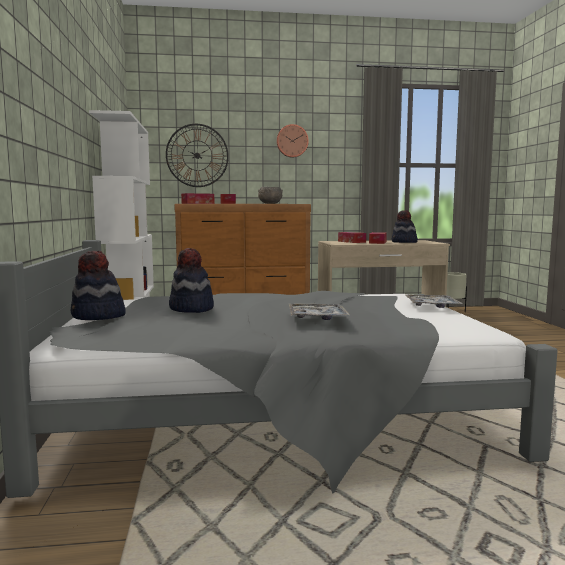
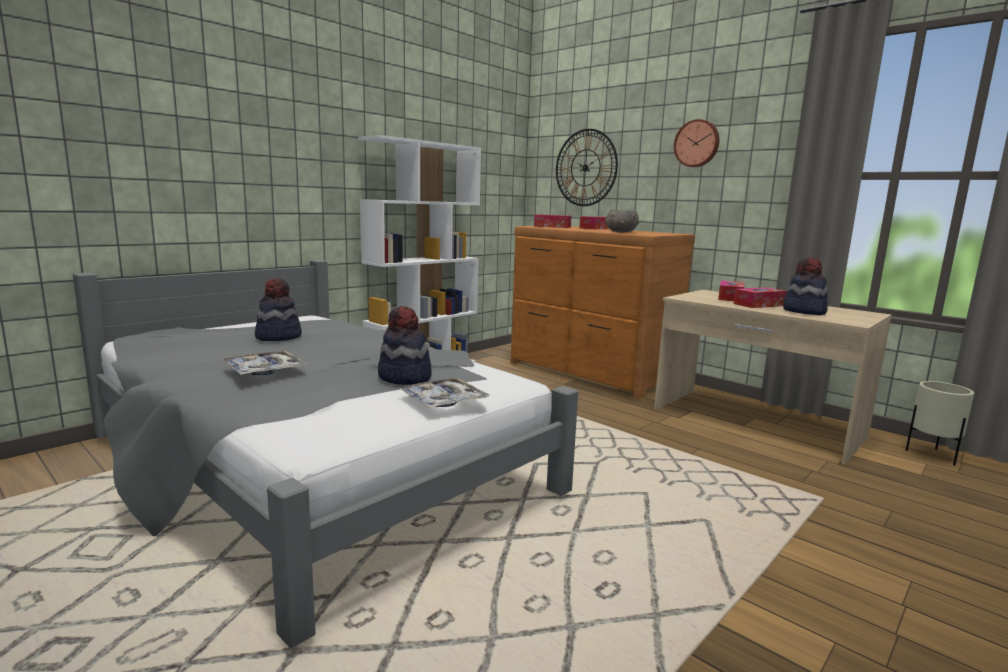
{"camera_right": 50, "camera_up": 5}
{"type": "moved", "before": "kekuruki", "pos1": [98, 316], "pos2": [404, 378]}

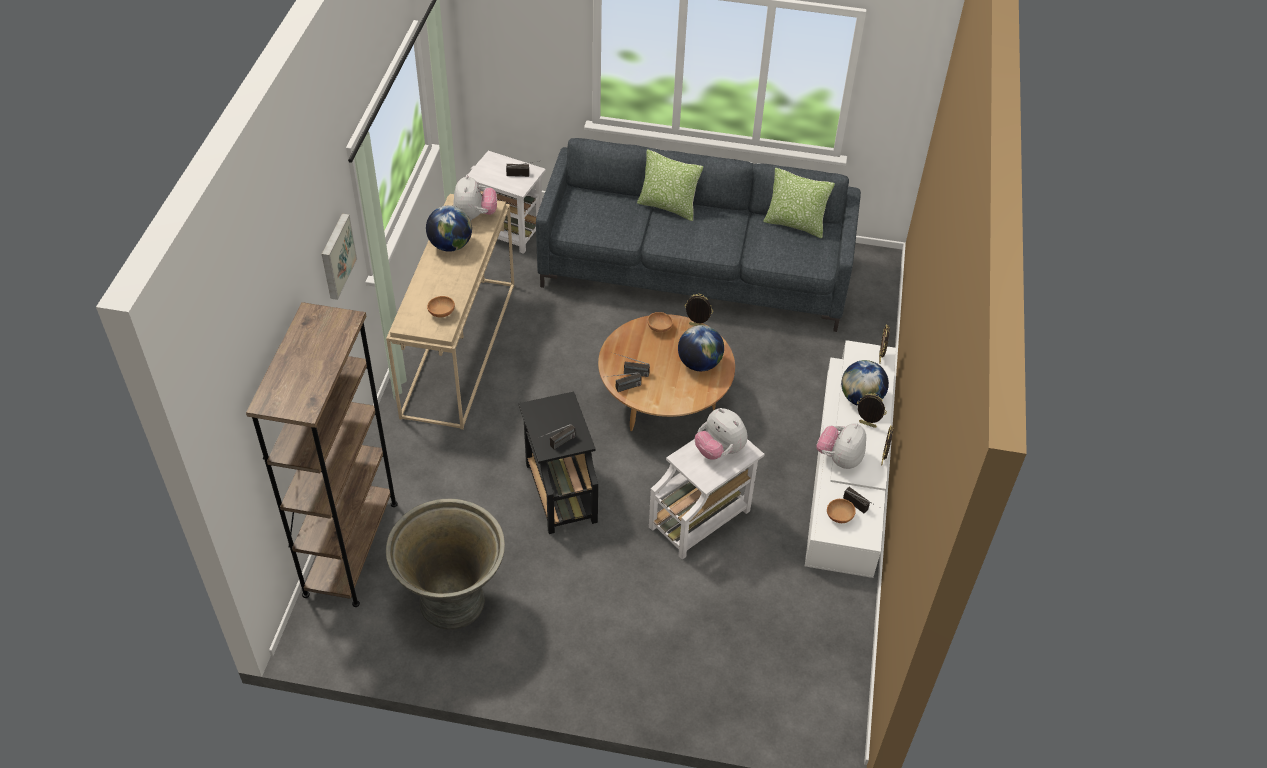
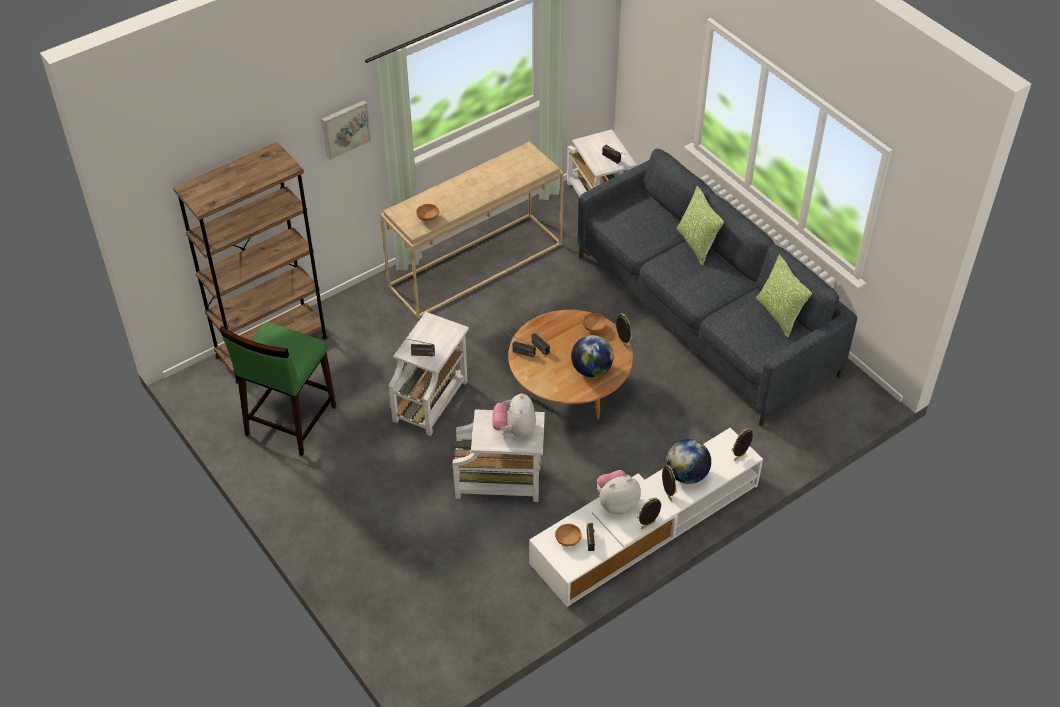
{"camera_right": 45, "camera_up": 0}
{"type": "replaced", "before": "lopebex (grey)", "after": "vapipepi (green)", "pos1": [453, 603], "pos2": [289, 421]}
{"type": "removed", "before": "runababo", "pos1": [450, 245]}
{"type": "removed", "before": "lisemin", "pos1": [475, 215]}
{"type": "recoloured", "before": "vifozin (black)", "after": "vifozin (white)", "pos1": [560, 490], "pos2": [431, 399]}

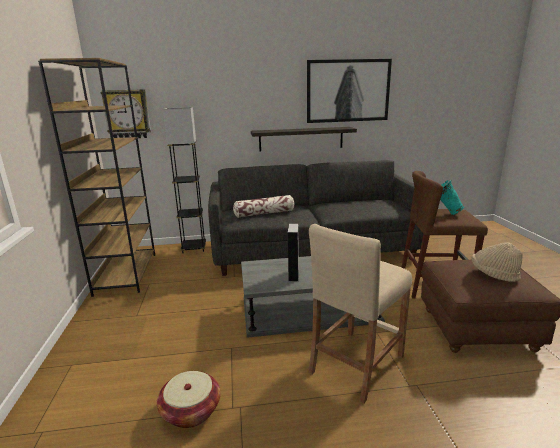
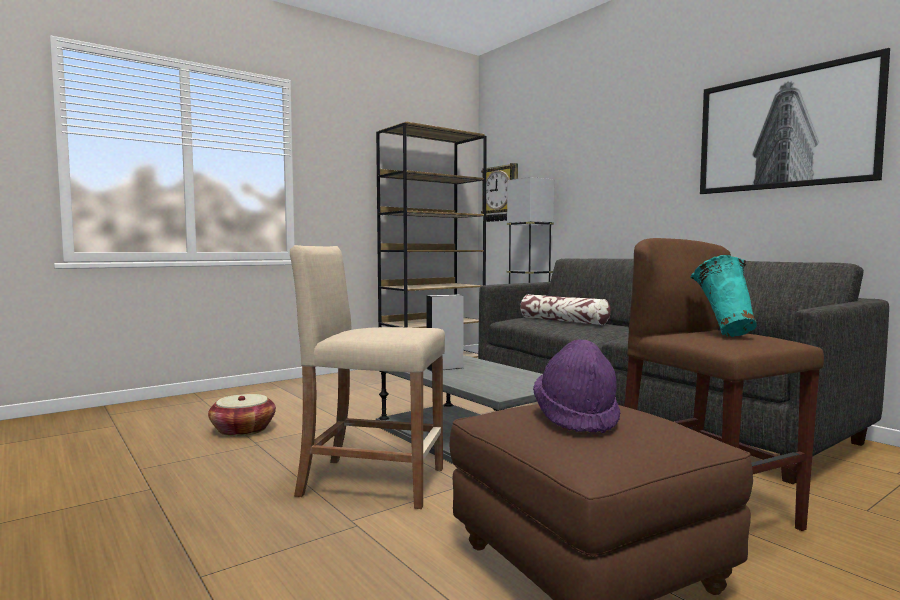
{"camera_right": 60, "camera_up": -15}
{"type": "removed", "before": "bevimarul", "pos1": [301, 139]}
{"type": "recoloured", "before": "kekuruki (beige)", "after": "kekuruki (purple)", "pos1": [493, 275], "pos2": [576, 418]}

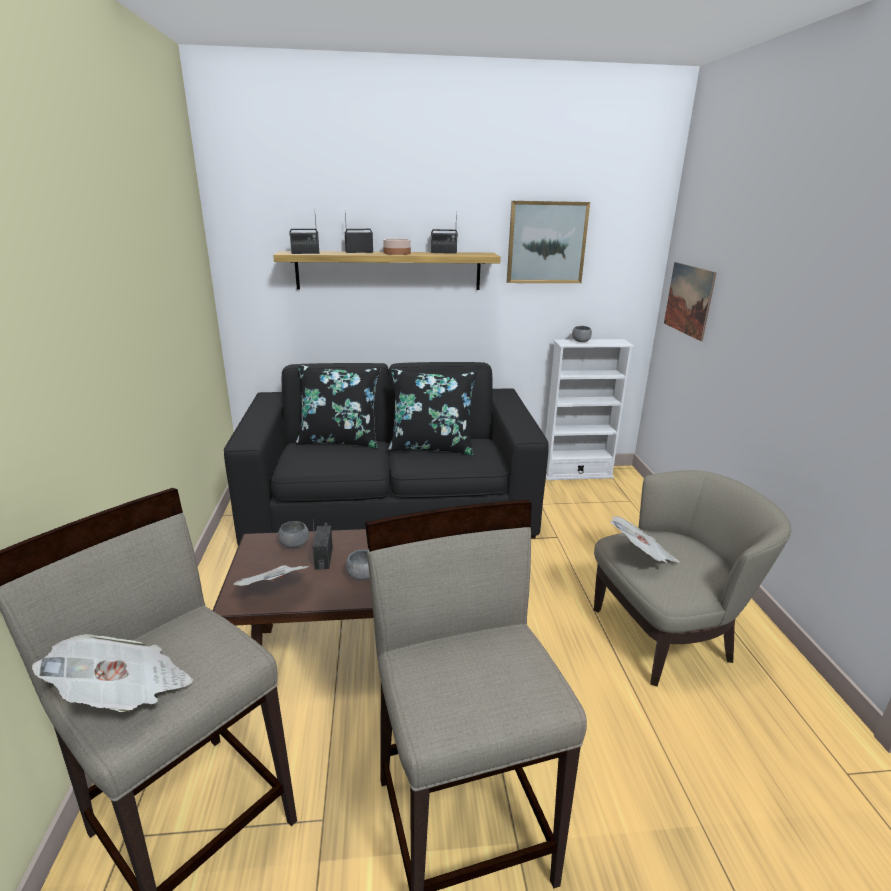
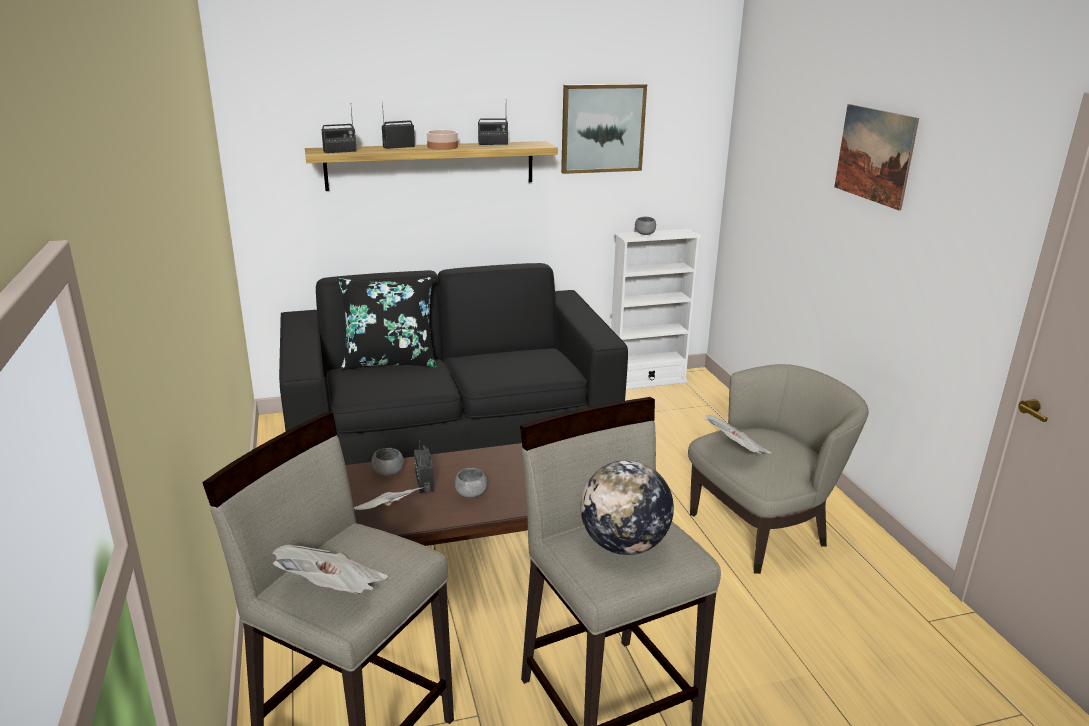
{"camera_right": -10, "camera_up": 0}
{"type": "removed", "before": "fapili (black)", "pos1": [431, 447]}
{"type": "moved", "before": "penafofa", "pos1": [688, 300], "pos2": [874, 155]}
{"type": "added", "after": "runababo", "pos2": [624, 545]}

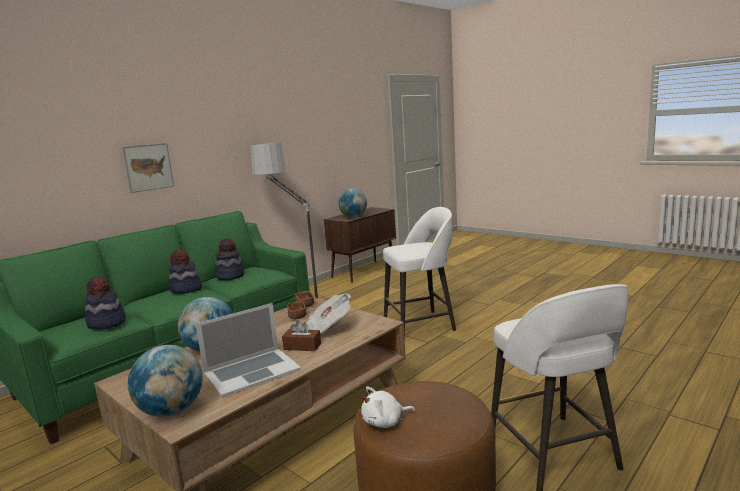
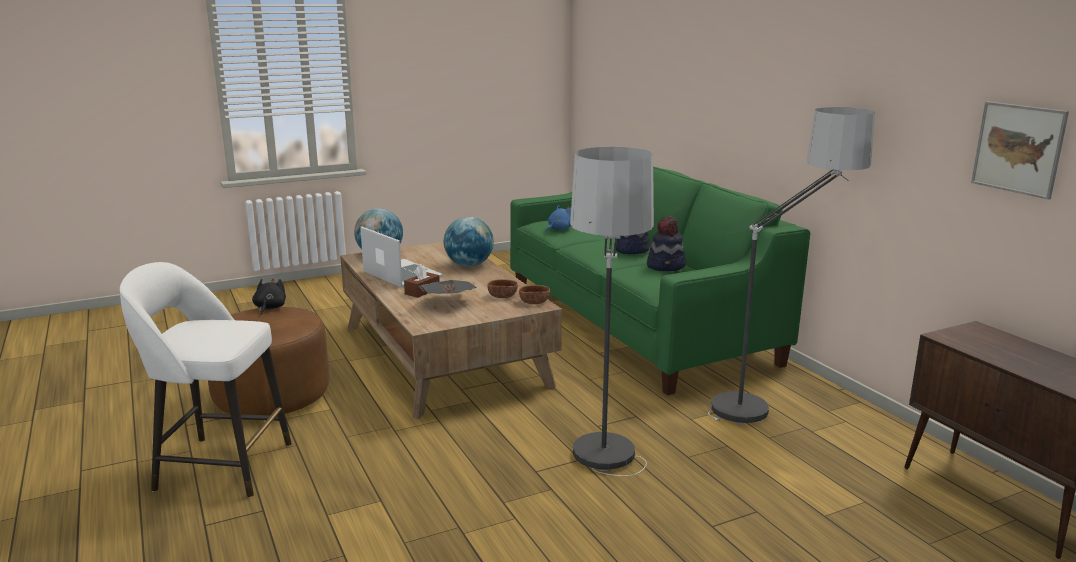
{"camera_right": 110, "camera_up": 5}
{"type": "replaced", "before": "kekuruki", "after": "lisemin (blue)", "pos1": [106, 323], "pos2": [559, 229]}
{"type": "moved", "before": "penafofa", "pos1": [148, 167], "pos2": [1018, 149]}
{"type": "turned", "before": "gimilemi", "pos1": [251, 372], "pos2": [401, 274], "turn": 150}
{"type": "removed", "before": "runababo", "pos1": [353, 217]}
{"type": "recoloured", "before": "lisemin (white)", "after": "lisemin (black)", "pos1": [385, 422], "pos2": [269, 308]}
{"type": "replaced", "before": "vapipepi (white)", "after": "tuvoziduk", "pos1": [421, 325], "pos2": [606, 484]}

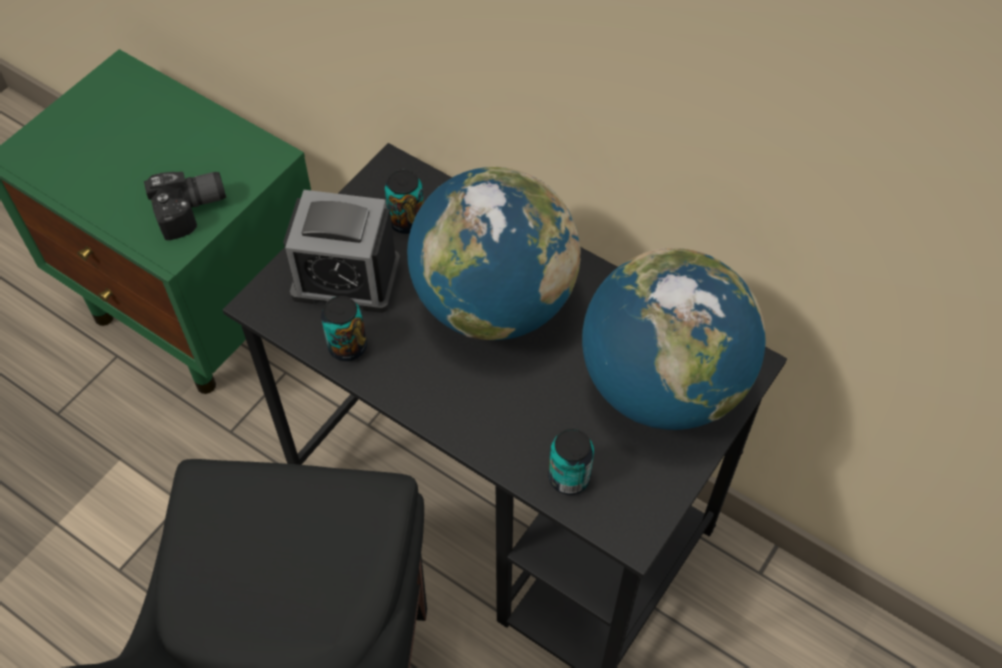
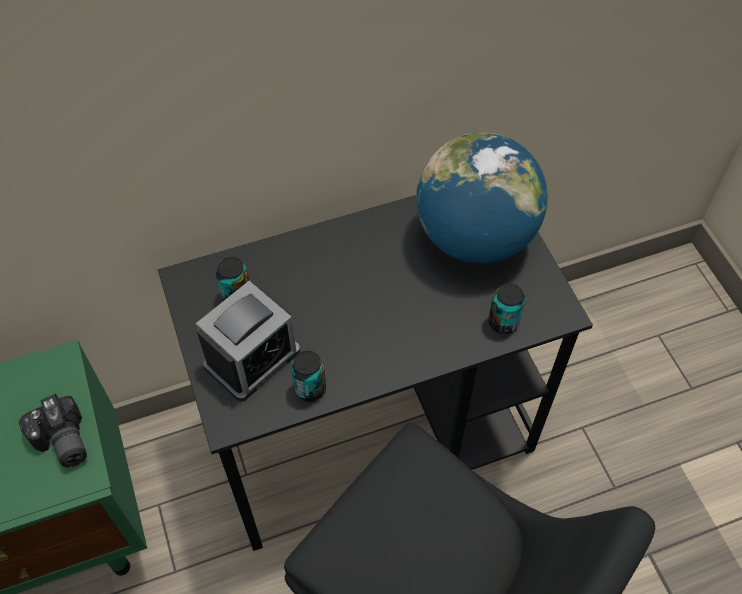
{"camera_right": -55, "camera_up": 0}
{"type": "turned", "before": "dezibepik", "pos1": [192, 211], "pos2": [61, 443], "turn": 135}
{"type": "removed", "before": "runababo", "pos1": [493, 303]}

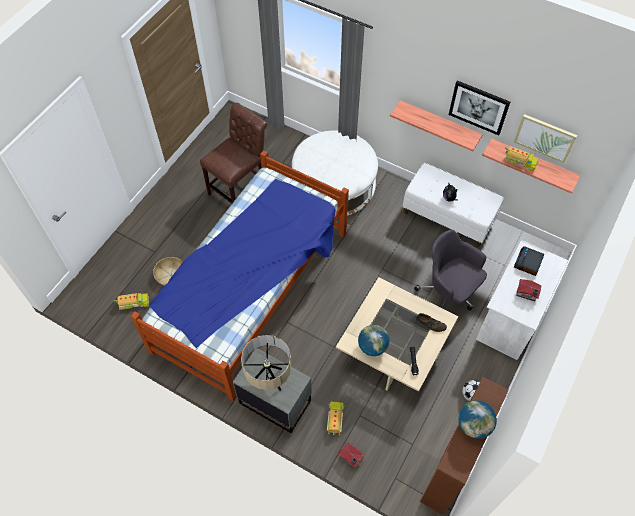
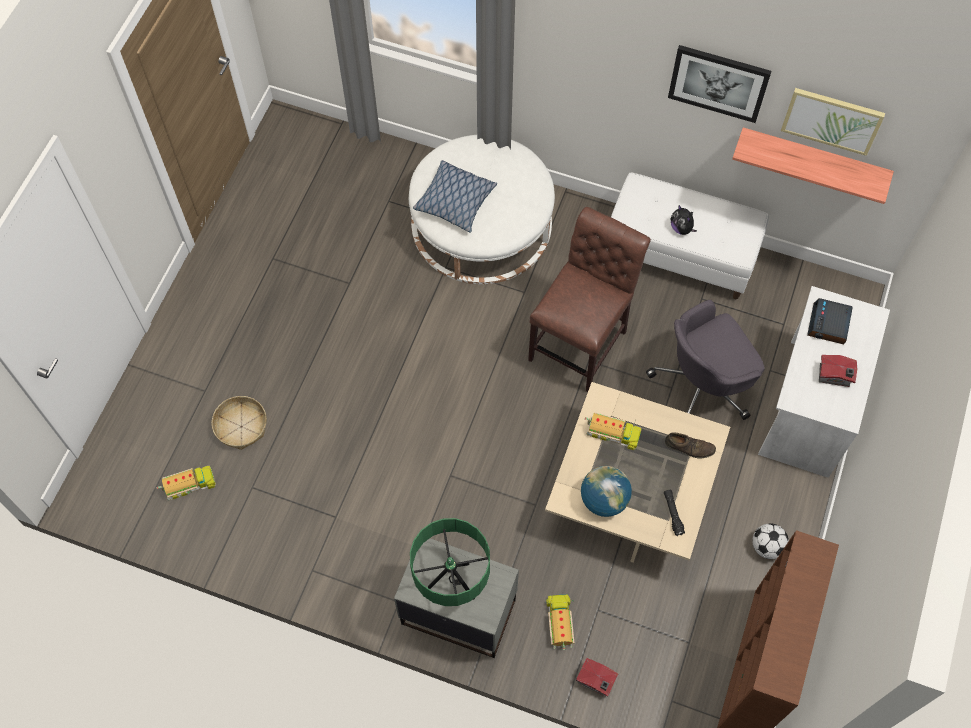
{"camera_right": -10, "camera_up": 5}
{"type": "removed", "before": "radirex", "pos1": [253, 290]}
{"type": "moved", "before": "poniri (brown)", "pos1": [240, 189], "pos2": [581, 341]}
{"type": "recoloured", "before": "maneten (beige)", "after": "maneten (green)", "pos1": [269, 379], "pos2": [451, 583]}
{"type": "removed", "before": "bevimarul", "pos1": [439, 124]}
{"type": "turned", "before": "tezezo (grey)", "pos1": [448, 293], "pos2": [702, 385], "turn": -60}
{"type": "removed", "before": "runababo", "pos1": [473, 425]}
{"type": "moved", "before": "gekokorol", "pos1": [520, 161], "pos2": [612, 434]}
{"type": "added", "after": "fapili", "pos2": [456, 202]}

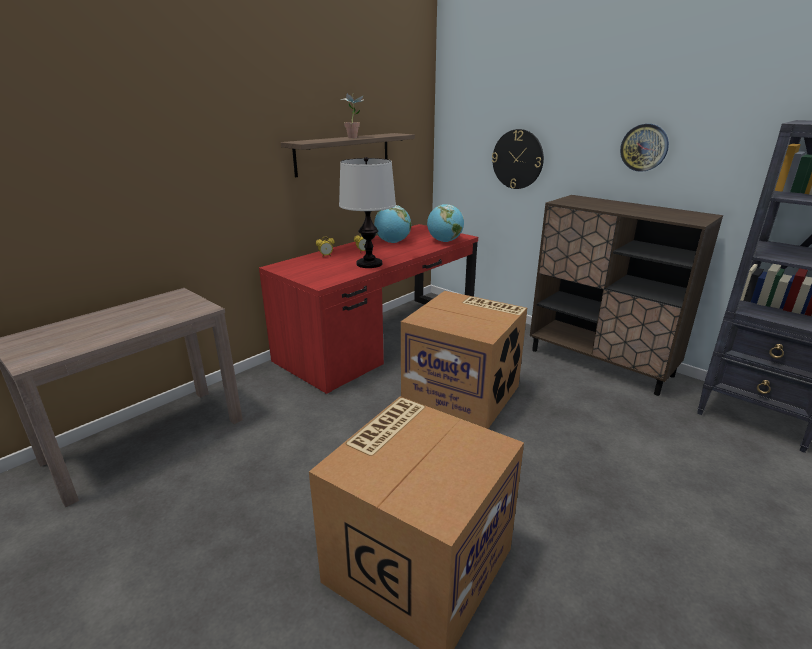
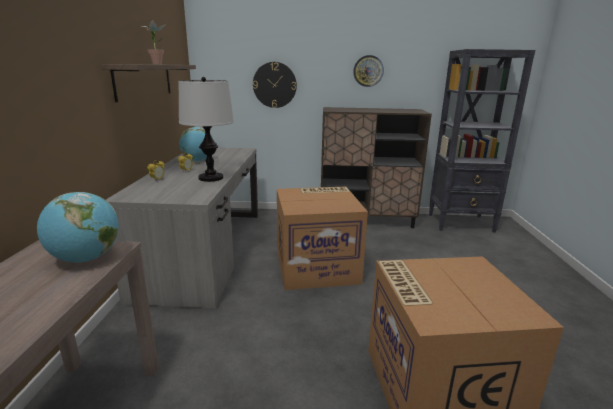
{"camera_right": -40, "camera_up": -5}
{"type": "recoloured", "before": "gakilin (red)", "after": "gakilin (grey)", "pos1": [381, 338], "pos2": [205, 250]}
{"type": "moved", "before": "runababo", "pos1": [444, 241], "pos2": [86, 259]}

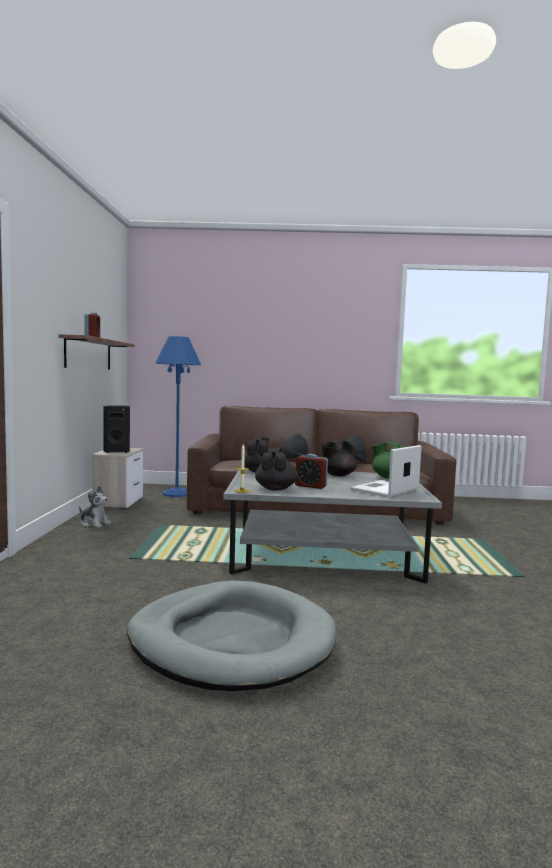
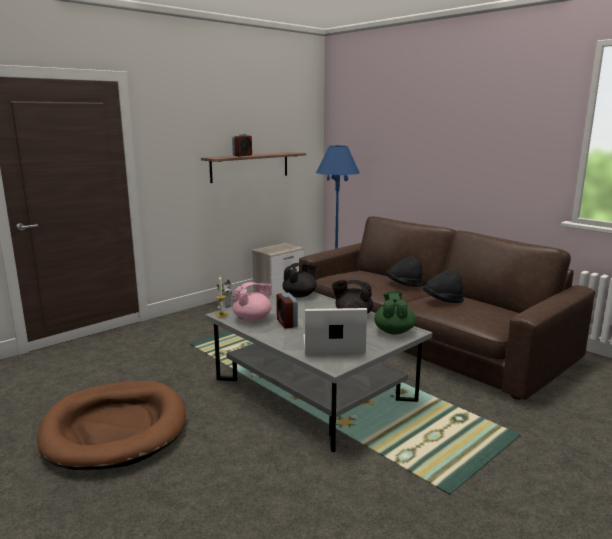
{"camera_right": 45, "camera_up": 10}
{"type": "removed", "before": "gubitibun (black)", "pos1": [117, 451]}
{"type": "recoloured", "before": "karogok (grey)", "after": "karogok (brown)", "pos1": [231, 641], "pos2": [115, 428]}
{"type": "recoloured", "before": "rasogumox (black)", "after": "rasogumox (pink)", "pos1": [276, 488], "pos2": [253, 319]}

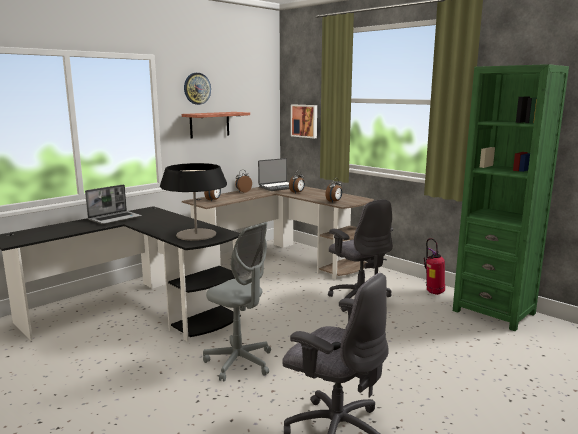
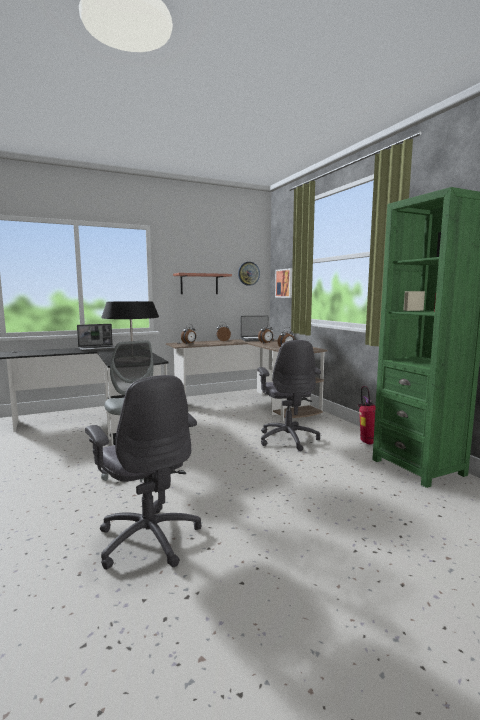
{"camera_right": 20, "camera_up": -5}
{"type": "moved", "before": "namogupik", "pos1": [197, 88], "pos2": [248, 273]}

